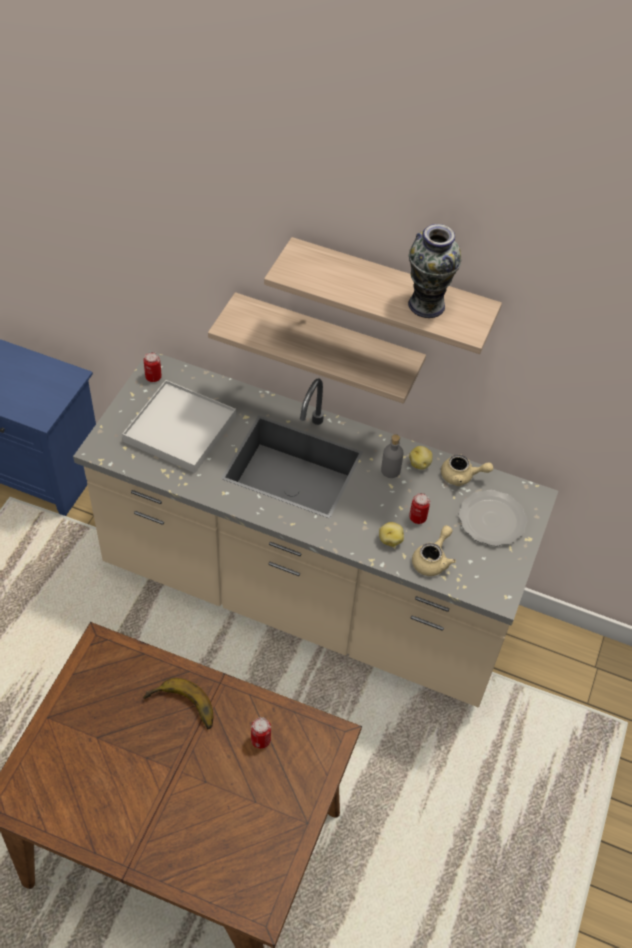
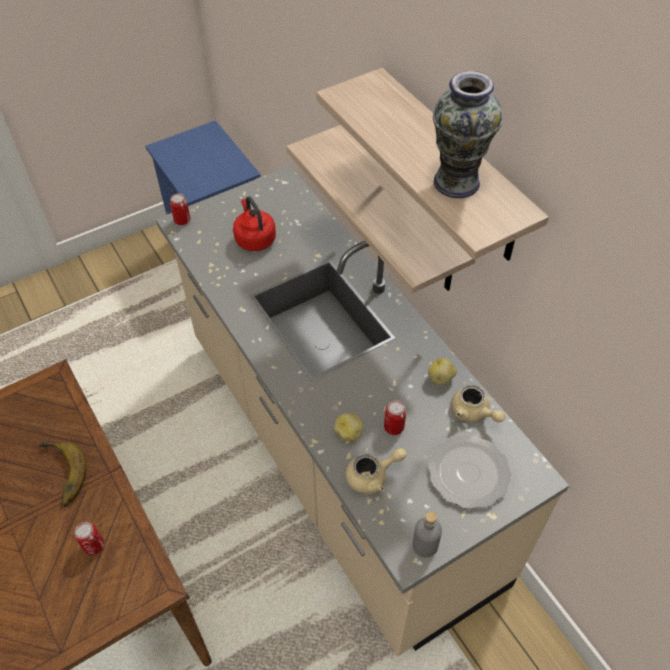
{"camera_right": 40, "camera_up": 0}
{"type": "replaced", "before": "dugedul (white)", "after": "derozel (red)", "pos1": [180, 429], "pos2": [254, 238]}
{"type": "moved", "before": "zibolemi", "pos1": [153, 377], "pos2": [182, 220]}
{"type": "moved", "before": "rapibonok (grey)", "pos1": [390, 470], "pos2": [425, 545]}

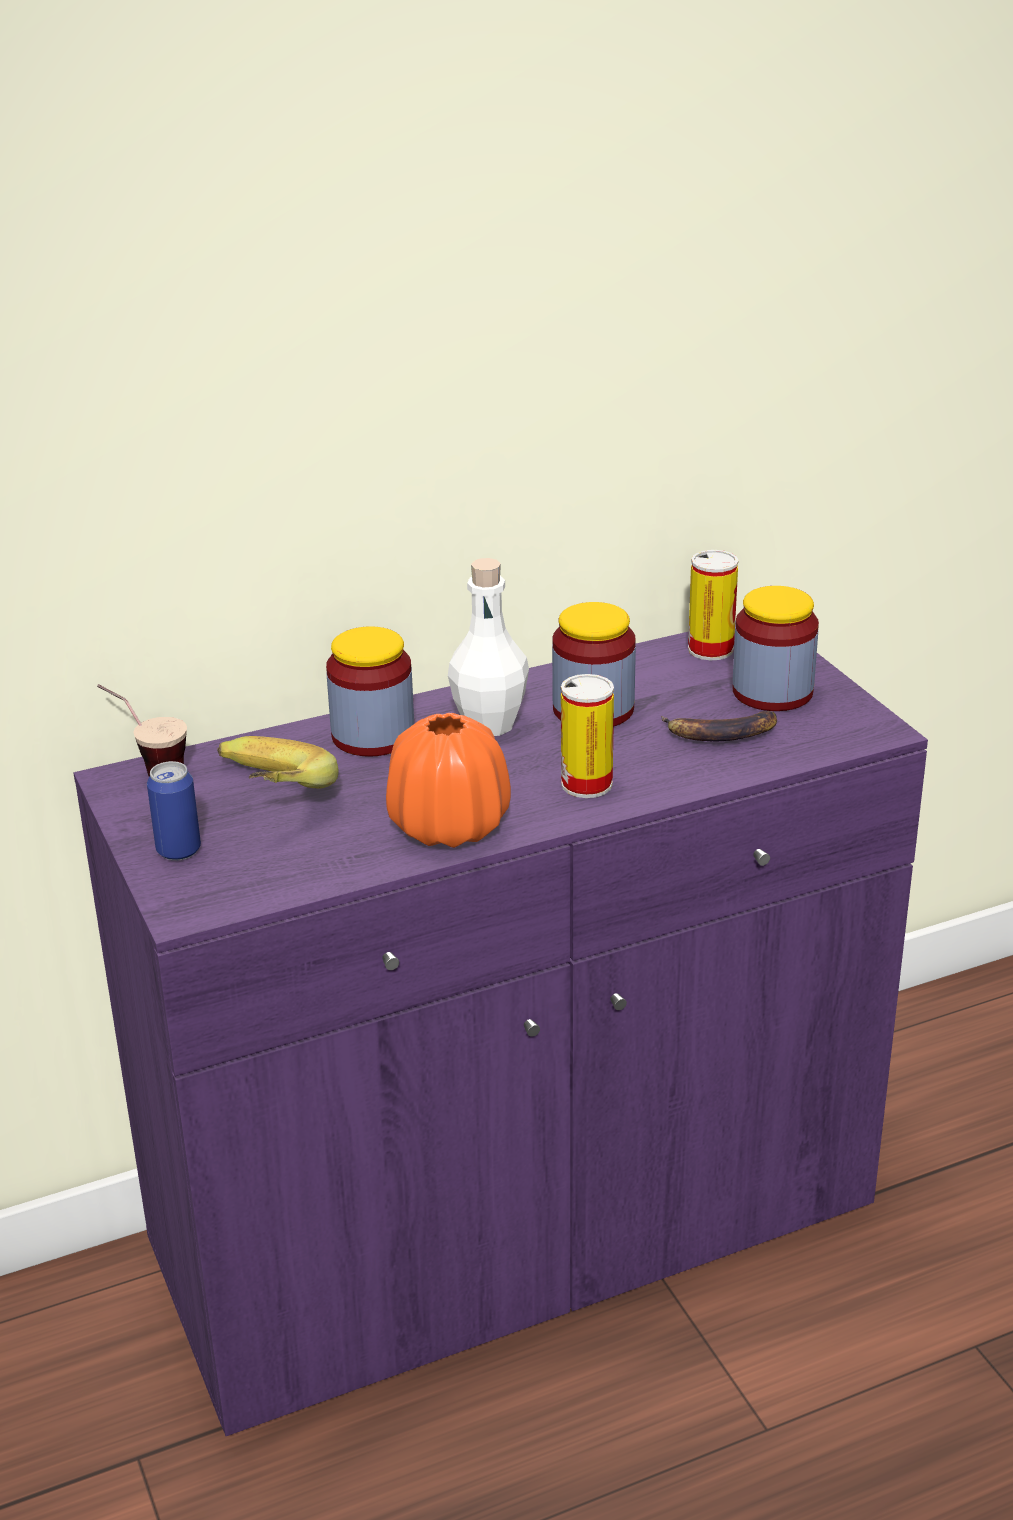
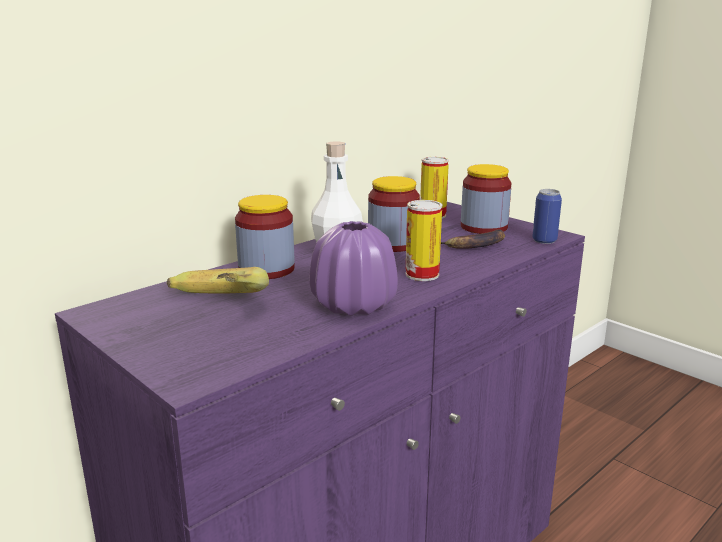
{"camera_right": -20, "camera_up": -10}
{"type": "removed", "before": "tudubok", "pos1": [147, 769]}
{"type": "moved", "before": "zibolemi", "pos1": [178, 850], "pos2": [544, 240]}
{"type": "recoloured", "before": "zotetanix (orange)", "after": "zotetanix (purple)", "pos1": [449, 826], "pos2": [354, 305]}

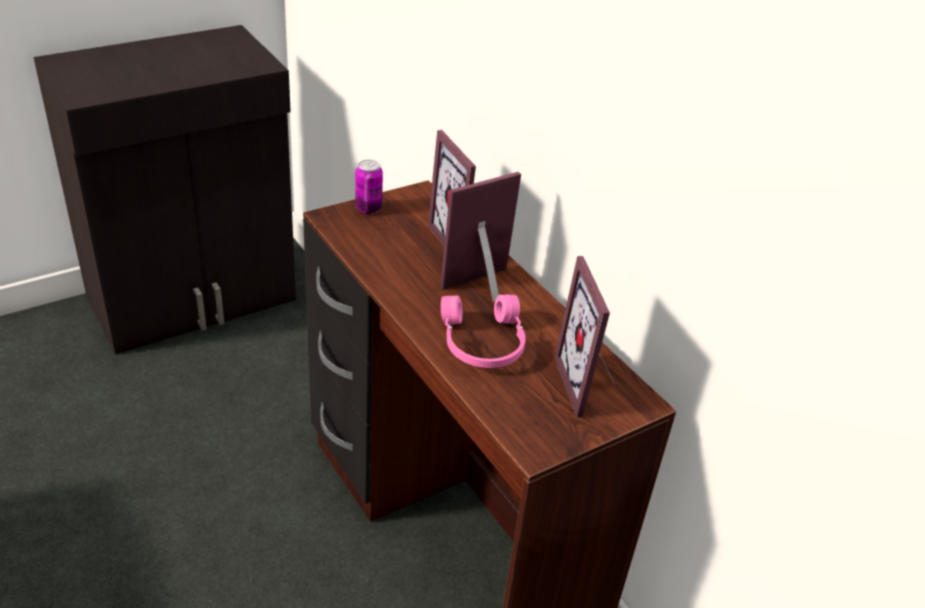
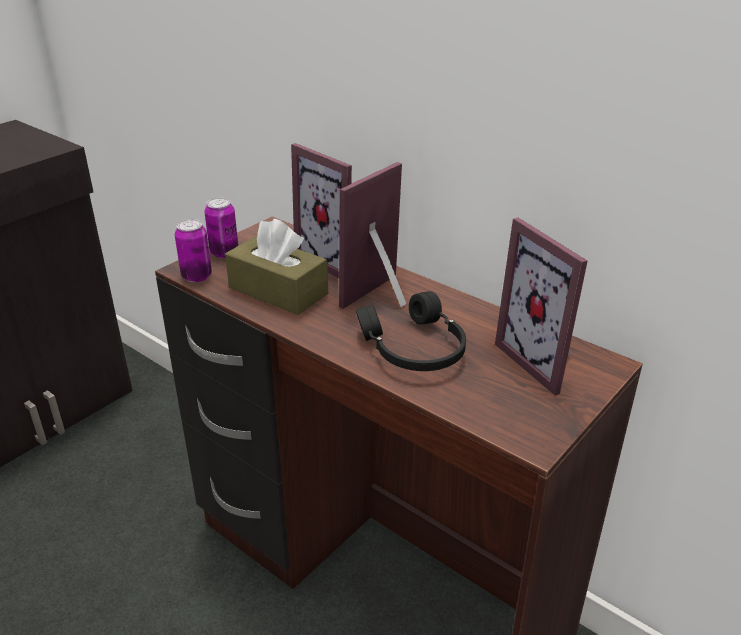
{"camera_right": -15, "camera_up": -5}
{"type": "recoloured", "before": "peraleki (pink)", "after": "peraleki (black)", "pos1": [481, 343], "pos2": [413, 349]}
{"type": "added", "after": "zibolemi", "pos2": [196, 276]}
{"type": "added", "after": "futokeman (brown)", "pos2": [278, 291]}

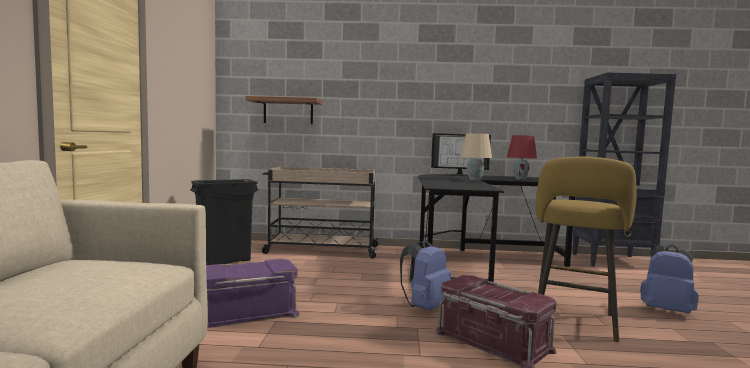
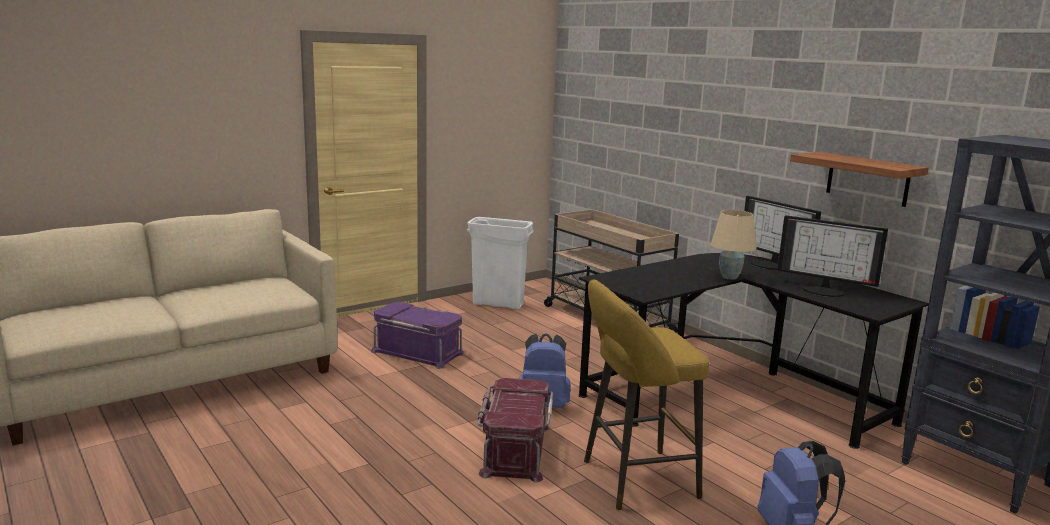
{"camera_right": 50, "camera_up": 10}
{"type": "recoloured", "before": "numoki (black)", "after": "numoki (white)", "pos1": [225, 262], "pos2": [498, 304]}
{"type": "moved", "before": "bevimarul", "pos1": [288, 111], "pos2": [867, 179]}
{"type": "replaced", "before": "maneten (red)", "after": "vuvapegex", "pos1": [520, 179], "pos2": [824, 290]}

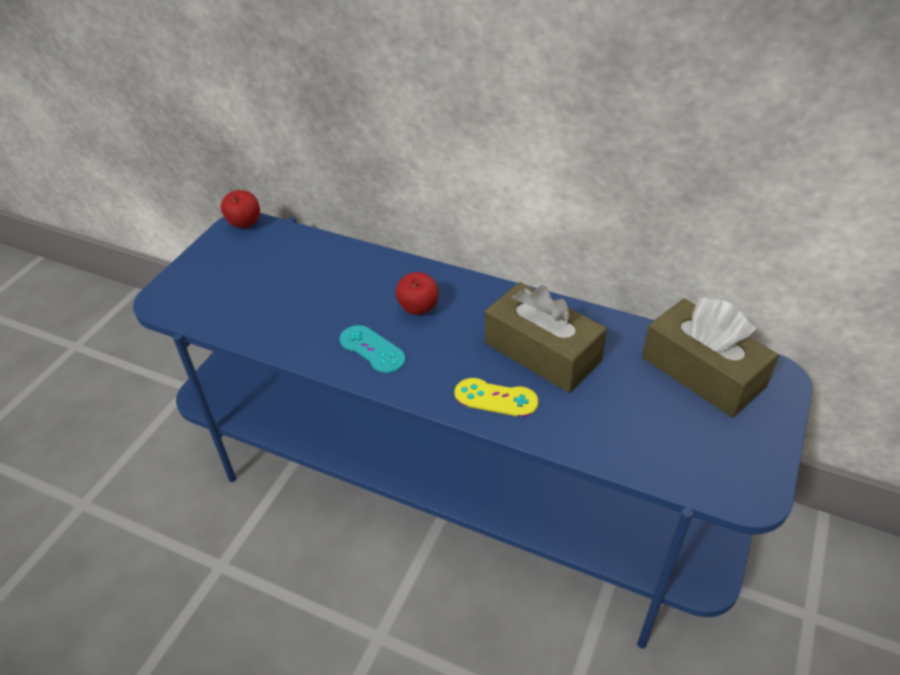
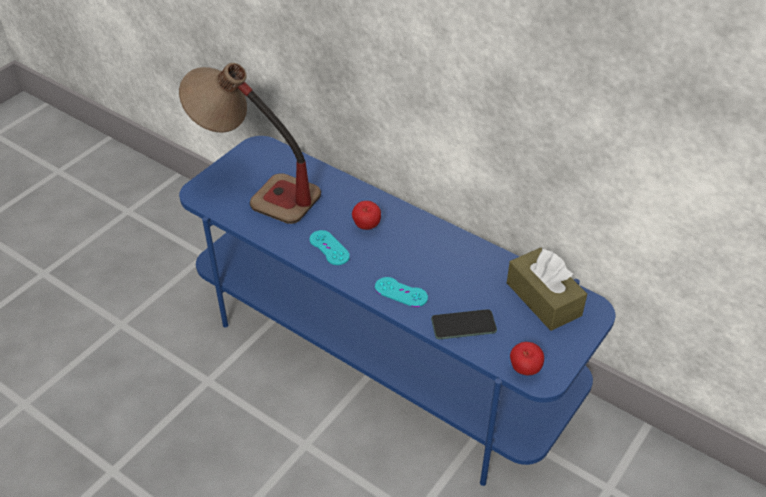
{"camera_right": 10, "camera_up": 0}
{"type": "moved", "before": "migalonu", "pos1": [245, 226], "pos2": [524, 370]}
{"type": "recoloured", "before": "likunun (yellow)", "after": "likunun (turquoise)", "pos1": [496, 397], "pos2": [401, 292]}
{"type": "removed", "before": "futokeman (brown)", "pos1": [542, 352]}
{"type": "added", "after": "maneten", "pos2": [256, 190]}
{"type": "added", "after": "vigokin", "pos2": [463, 325]}

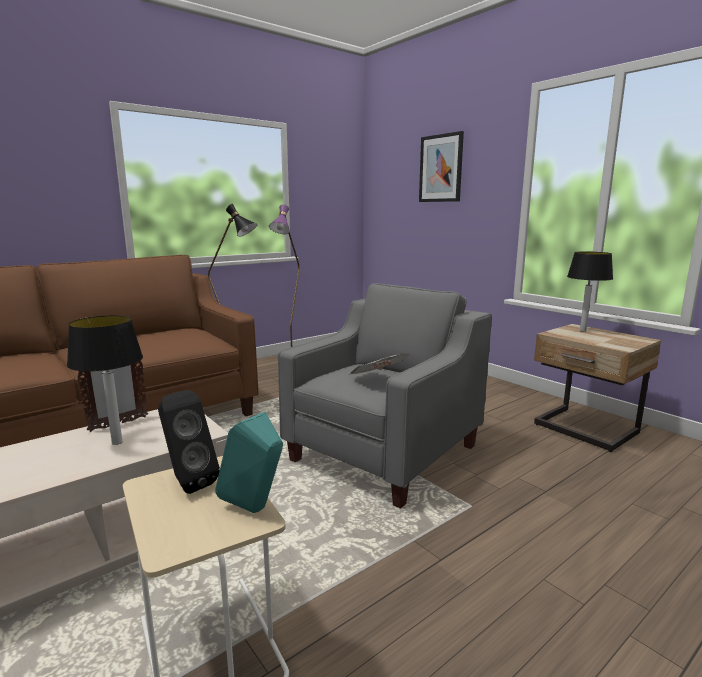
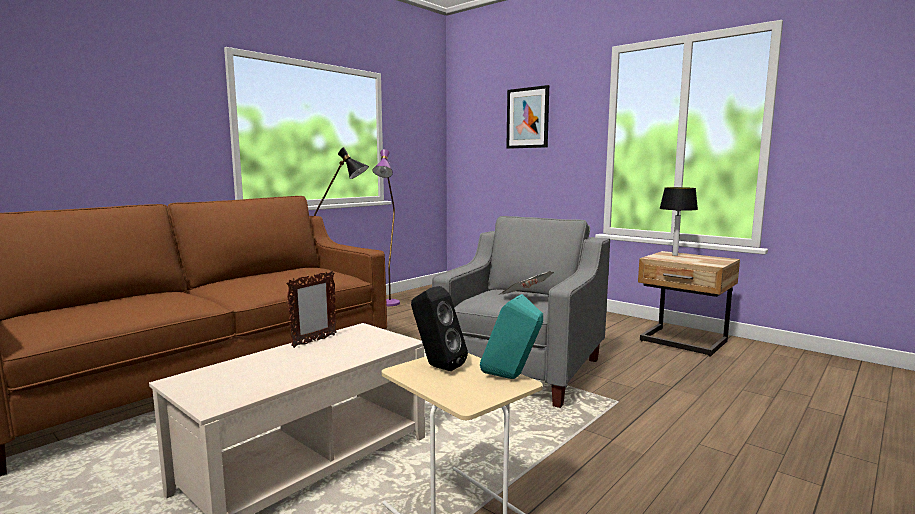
{"camera_right": -10, "camera_up": -5}
{"type": "removed", "before": "maneten", "pos1": [116, 442]}

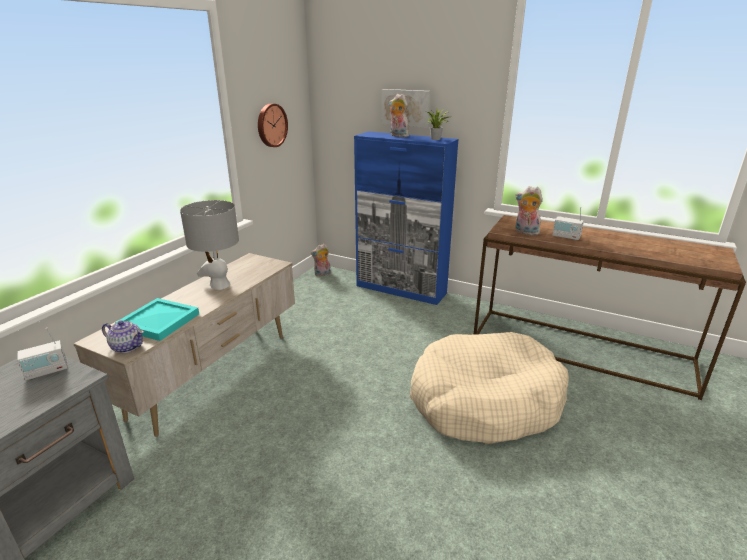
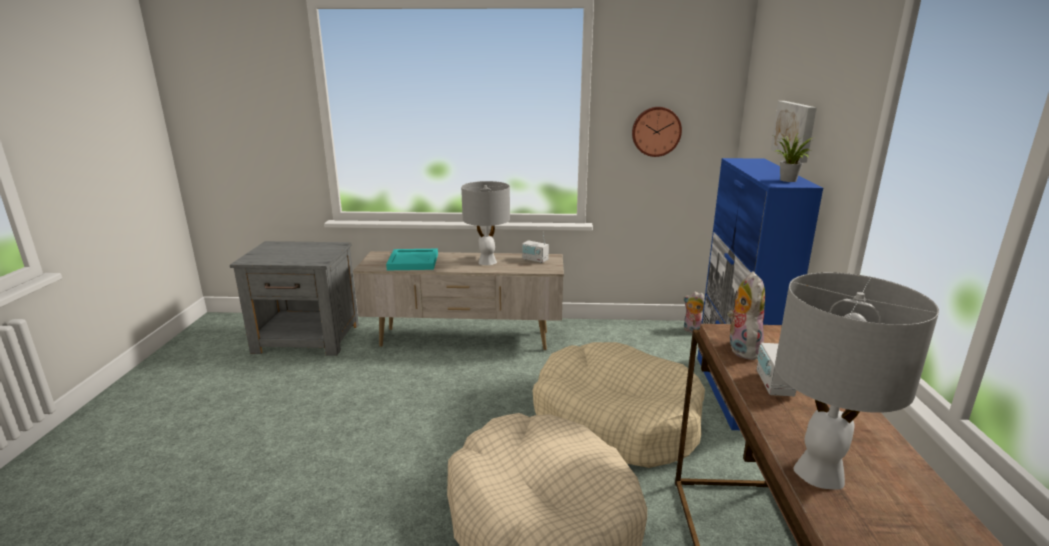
{"camera_right": 65, "camera_up": -5}
{"type": "moved", "before": "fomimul", "pos1": [47, 371], "pos2": [535, 260]}
{"type": "removed", "before": "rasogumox", "pos1": [127, 347]}
{"type": "removed", "before": "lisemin", "pos1": [398, 136]}
{"type": "added", "after": "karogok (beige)", "pos2": [616, 420]}
{"type": "added", "after": "maneten (grey)", "pos2": [820, 472]}

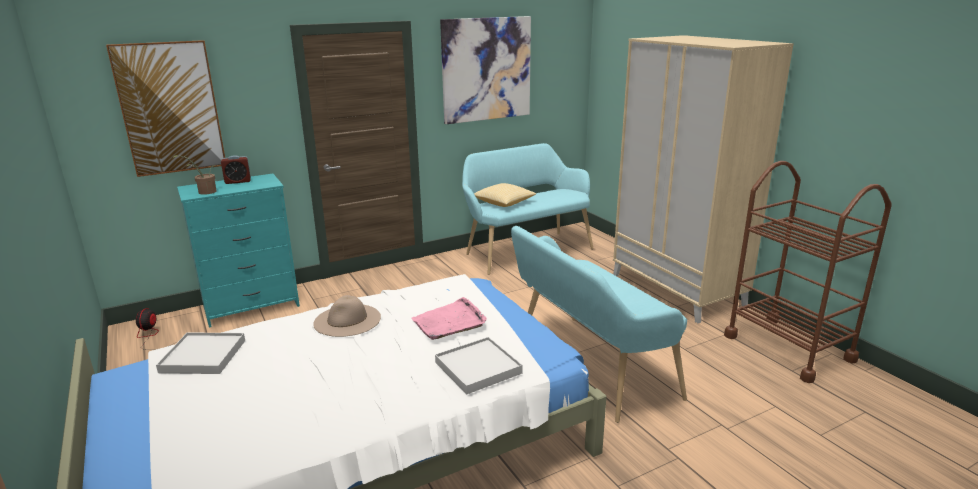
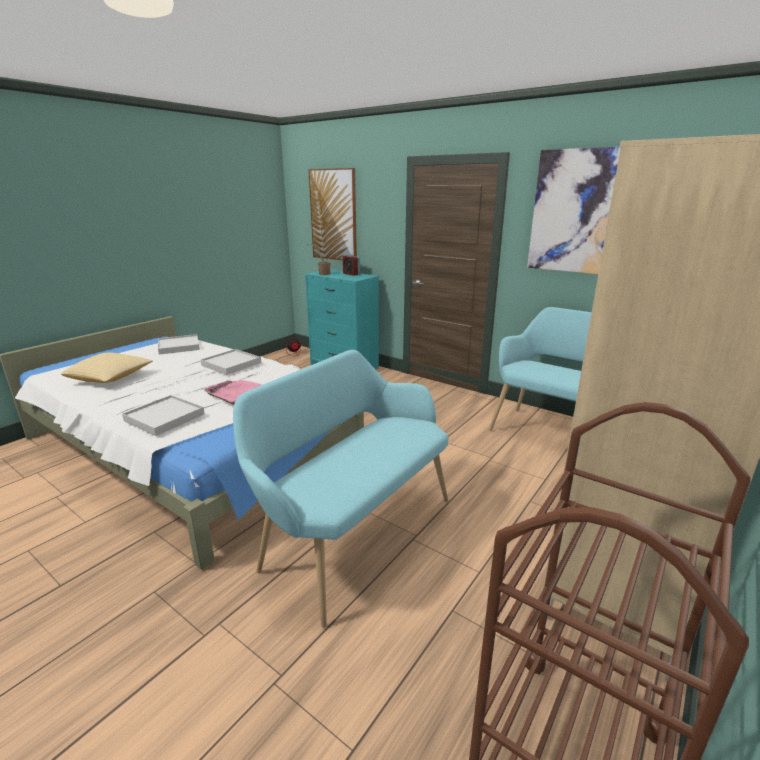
{"camera_right": 65, "camera_up": 0}
{"type": "replaced", "before": "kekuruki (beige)", "after": "dugedul (white)", "pos1": [347, 320], "pos2": [231, 364]}
{"type": "moved", "before": "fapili", "pos1": [504, 203], "pos2": [110, 378]}

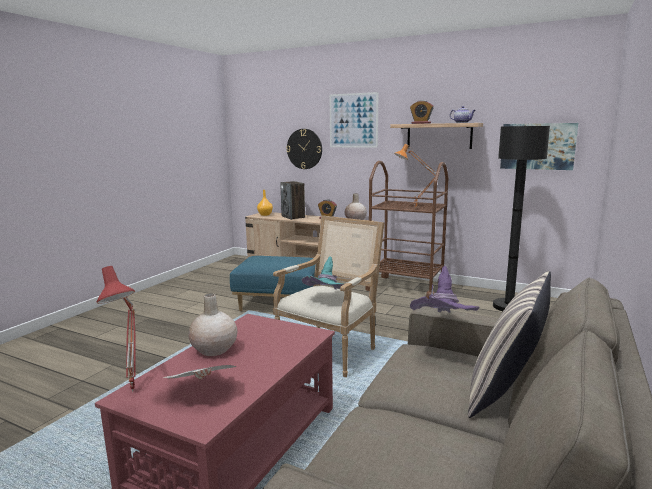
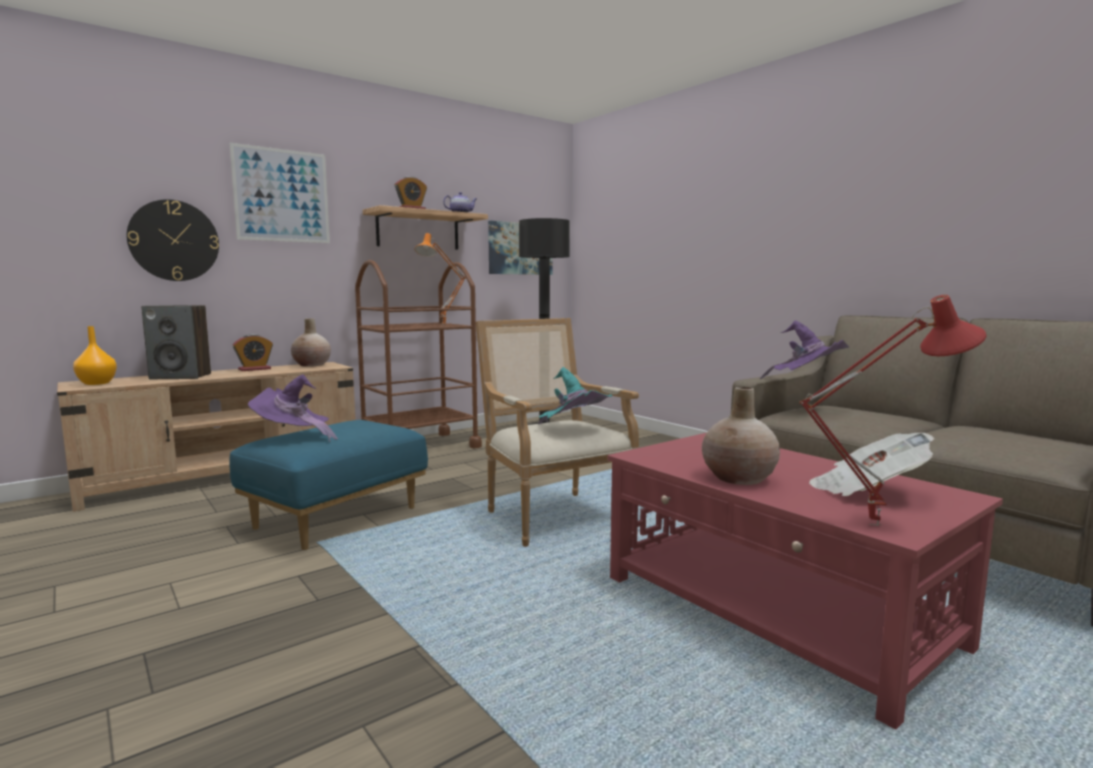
{"camera_right": -65, "camera_up": -5}
{"type": "removed", "before": "fapili", "pos1": [506, 393]}
{"type": "added", "after": "kekuruki (purple)", "pos2": [293, 437]}

